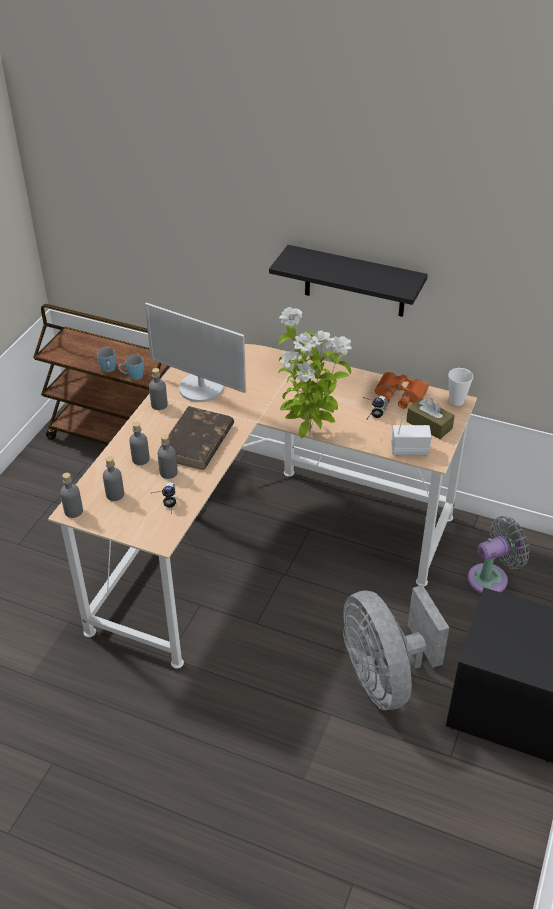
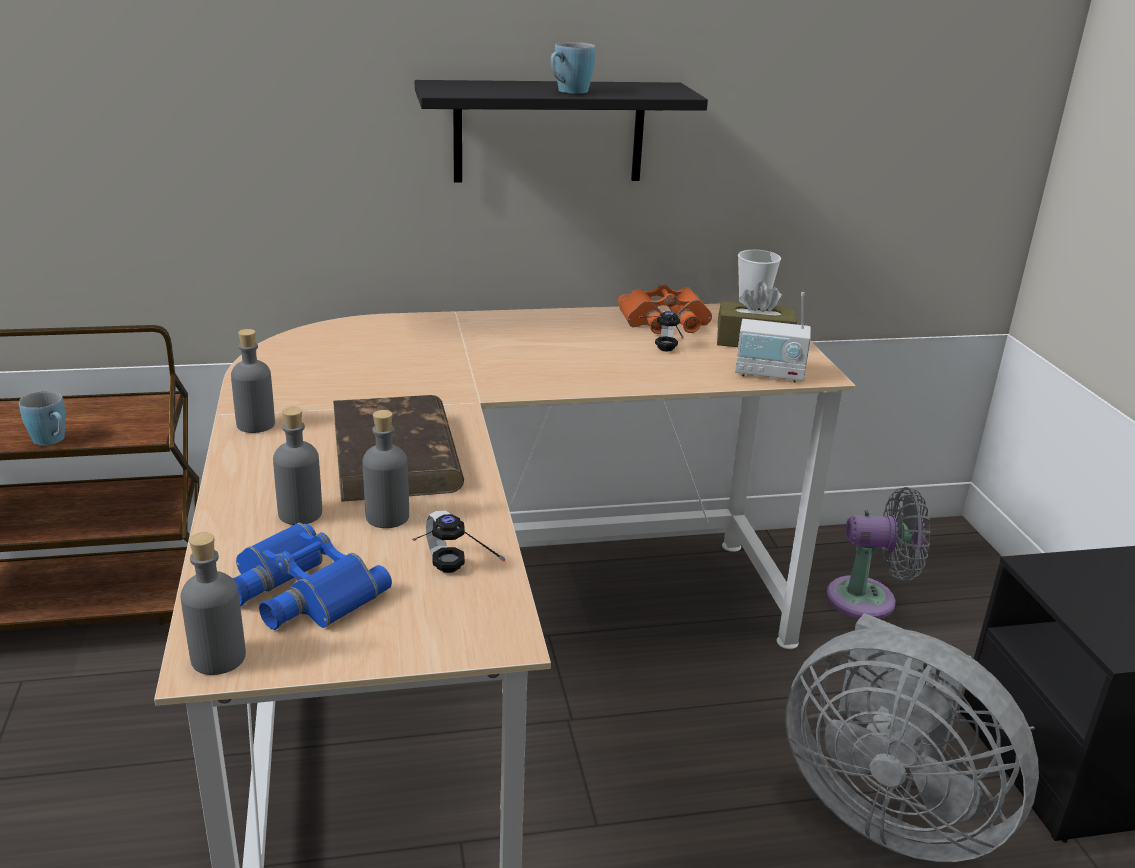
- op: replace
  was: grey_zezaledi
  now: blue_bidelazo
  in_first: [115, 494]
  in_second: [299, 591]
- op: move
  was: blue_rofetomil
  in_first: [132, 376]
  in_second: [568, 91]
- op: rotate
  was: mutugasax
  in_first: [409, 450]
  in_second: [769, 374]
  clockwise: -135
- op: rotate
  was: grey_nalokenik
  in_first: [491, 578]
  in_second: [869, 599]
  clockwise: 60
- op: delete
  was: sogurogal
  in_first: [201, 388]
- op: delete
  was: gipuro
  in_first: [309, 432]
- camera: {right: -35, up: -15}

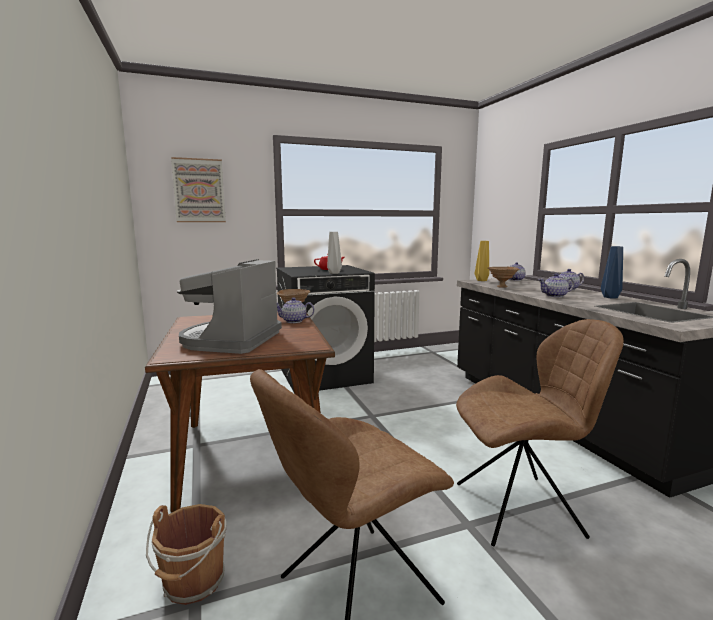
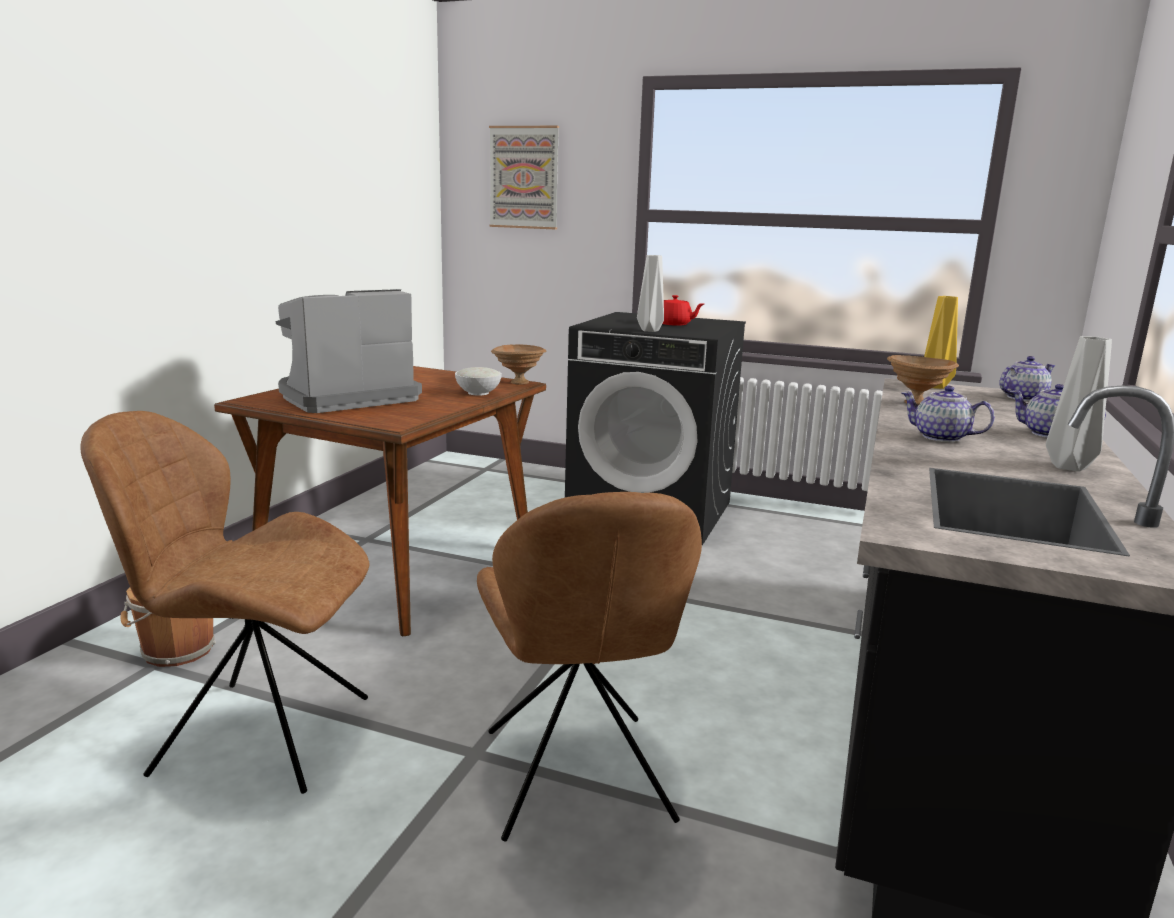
- op: replace
  was: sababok
  now: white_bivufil
  in_first: [294, 321]
  in_second: [478, 393]
- op: rotate
  was: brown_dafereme
  in_first: [522, 509]
  in_second: [578, 780]
  clockwise: 45
- op: recolor
  was: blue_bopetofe
  now: grey_bopetofe
  in_first: [610, 297]
  in_second: [1070, 467]
- camera: {right: 40, up: 5}

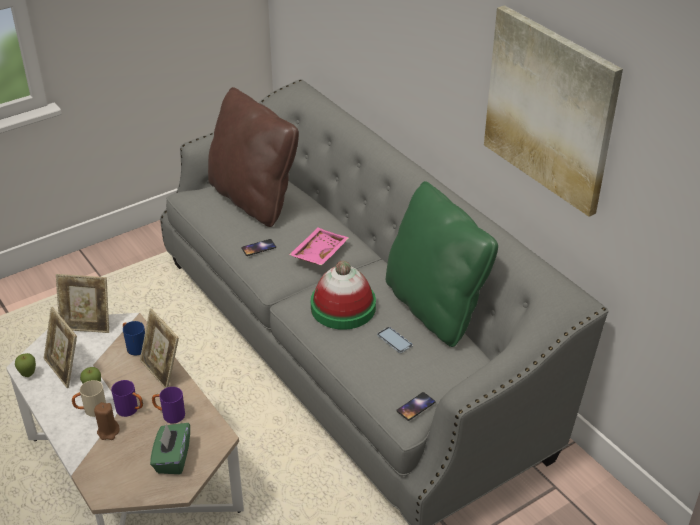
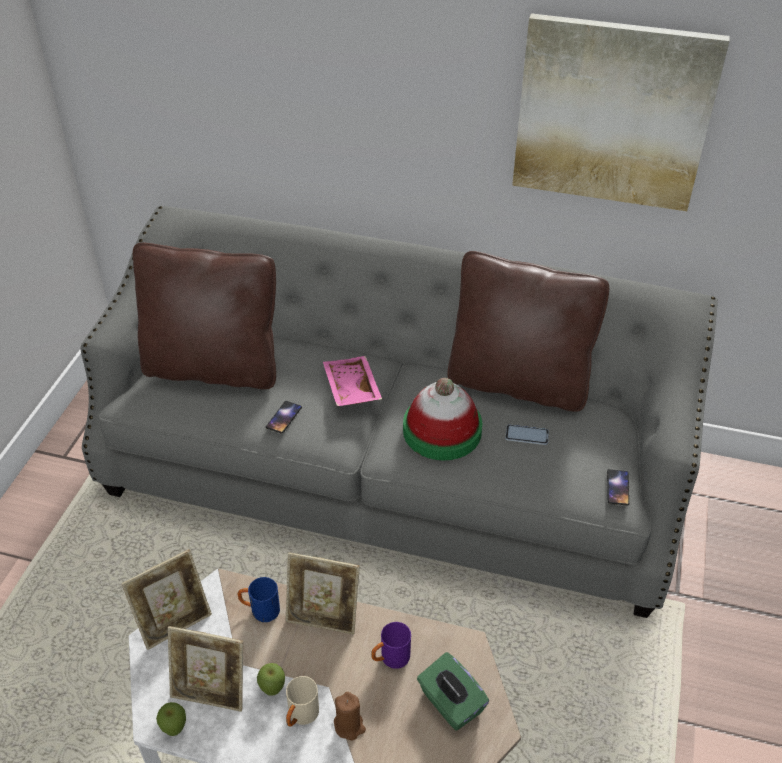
- op: recolor
  was: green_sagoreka
  now: brown_sagoreka
  in_first: [434, 308]
  in_second: [518, 382]
- op: delete
  was: purple_rofetomil
  in_first: [131, 410]
- camera: {right: -40, up: 5}

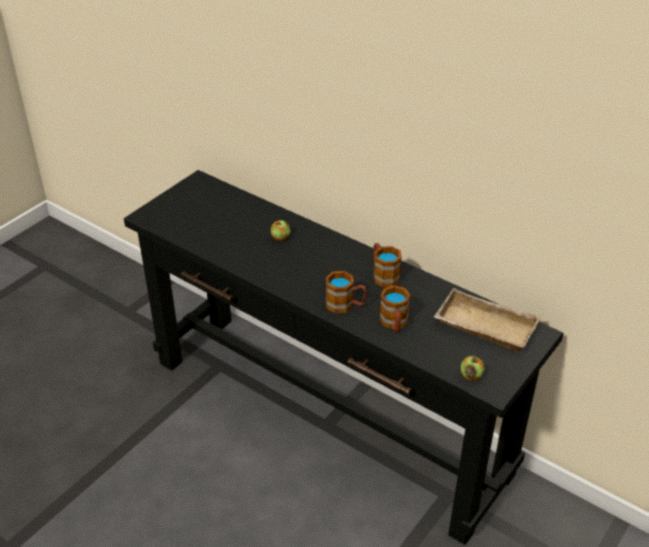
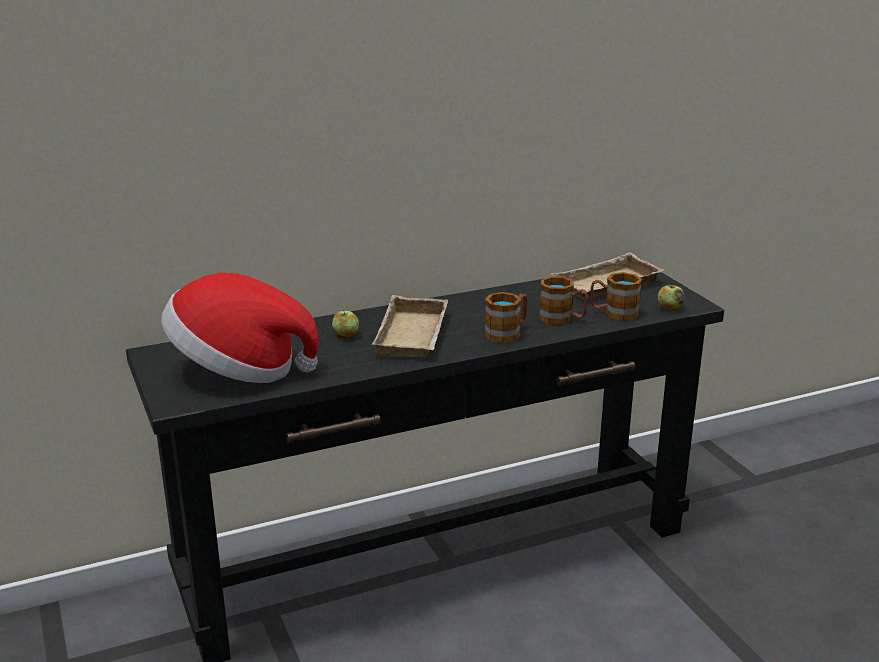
- op: insert
  now: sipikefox
  in_second: [238, 370]
- op: insert
  now: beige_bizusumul
  in_second: [414, 336]
- op: move
  was: rofetomil
  in_first: [383, 275]
  in_second: [614, 313]
- camera: {right: -60, up: -15}

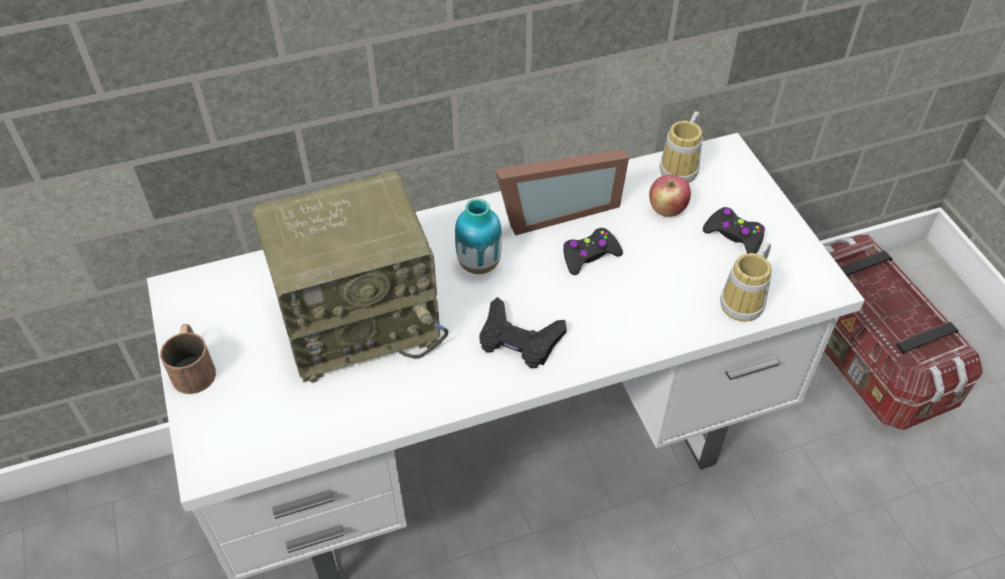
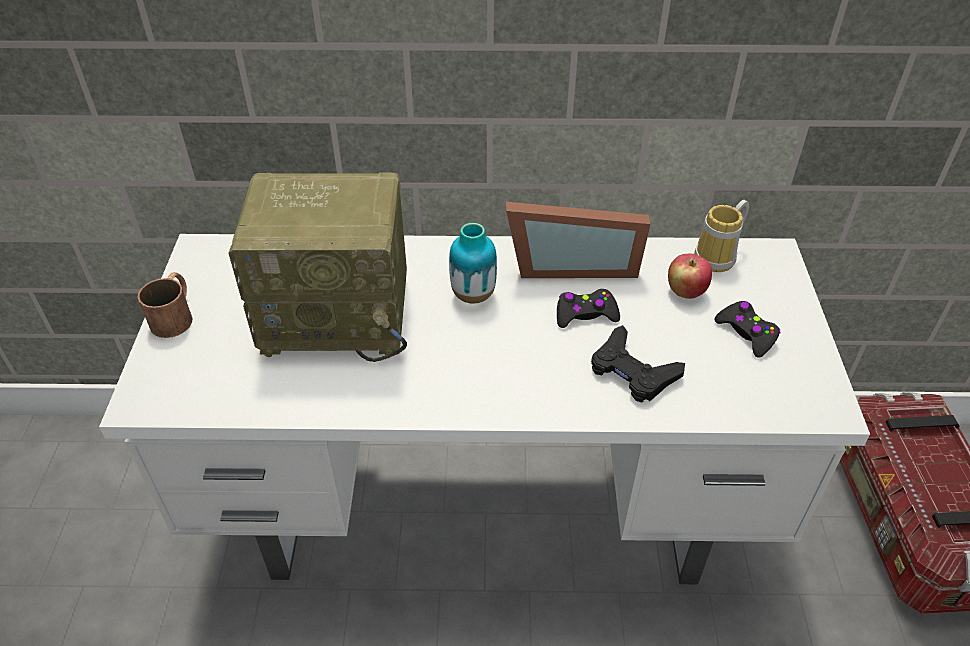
- op: move
  was: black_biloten
  in_first: [519, 339]
  in_second: [632, 371]
- op: delete
  was: rofetomil
  in_first: [746, 302]
- camera: {right: 20, up: -5}

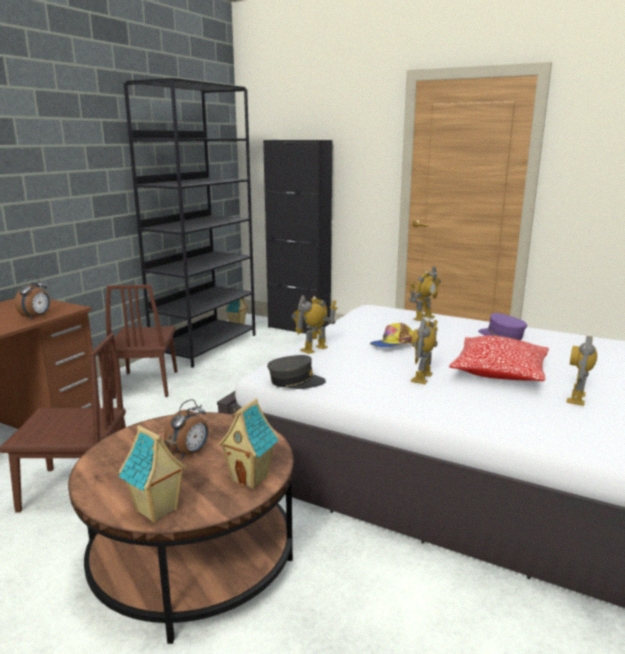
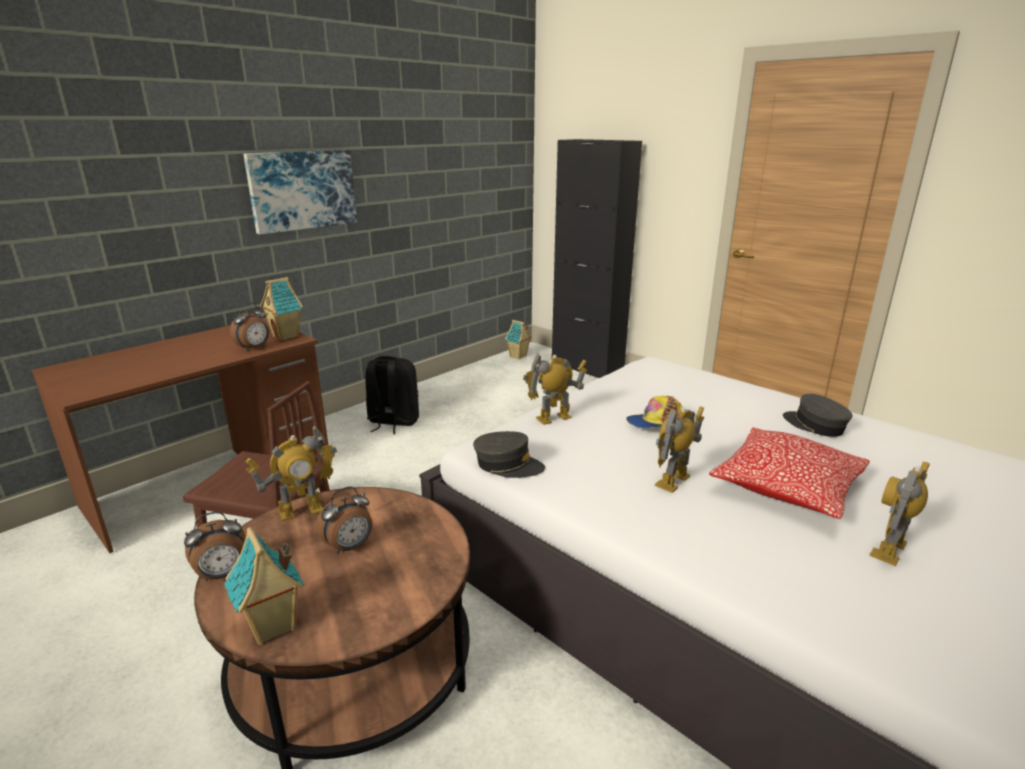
- op: insert
  now: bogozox
  in_second: [222, 574]
- op: insert
  now: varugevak
  in_second: [302, 190]
- op: move
  was: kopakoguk
  in_first: [423, 318]
  in_second: [301, 511]
- op: move
  was: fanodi
  in_first: [251, 478]
  in_second: [287, 336]
- op: replace
  was: brown_dafereme
  now: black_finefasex
  in_first: [146, 384]
  in_second: [393, 422]
- op: recolor
  was: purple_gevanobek
  now: grey_gevanobek
  in_first: [501, 335]
  in_second: [814, 425]
- op: delete
  was: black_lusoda
  in_first: [205, 345]
- camera: {right: 15, up: 5}

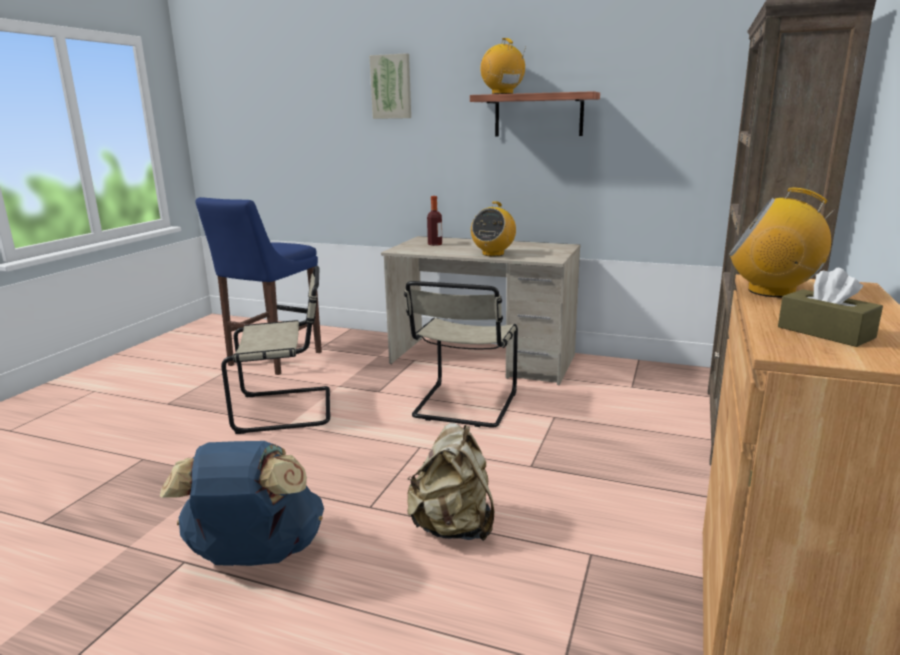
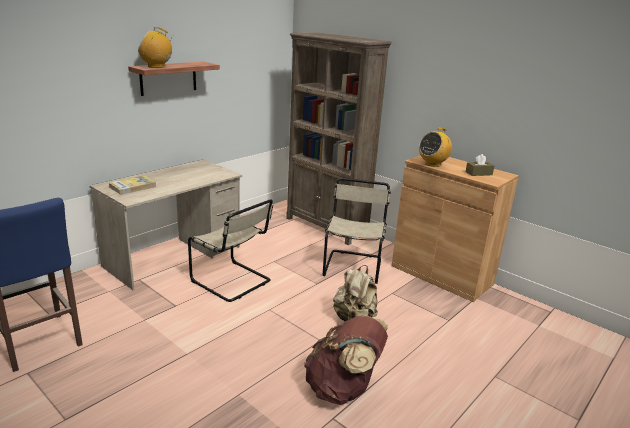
- op: replace
  was: zezaledi
  now: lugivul
  in_first: [435, 244]
  in_second: [132, 187]
- op: recolor
  was: blue_finefasex
  now: brown_finefasex
  in_first: [254, 556]
  in_second: [343, 389]
- op: move
  was: beige_dafereme
  in_first: [288, 409]
  in_second: [353, 266]
- op: delete
  was: varugevak
  in_first: [391, 87]
- op: delete
  was: mutugasax
  in_first: [493, 254]
- camera: {right: -70, up: 5}

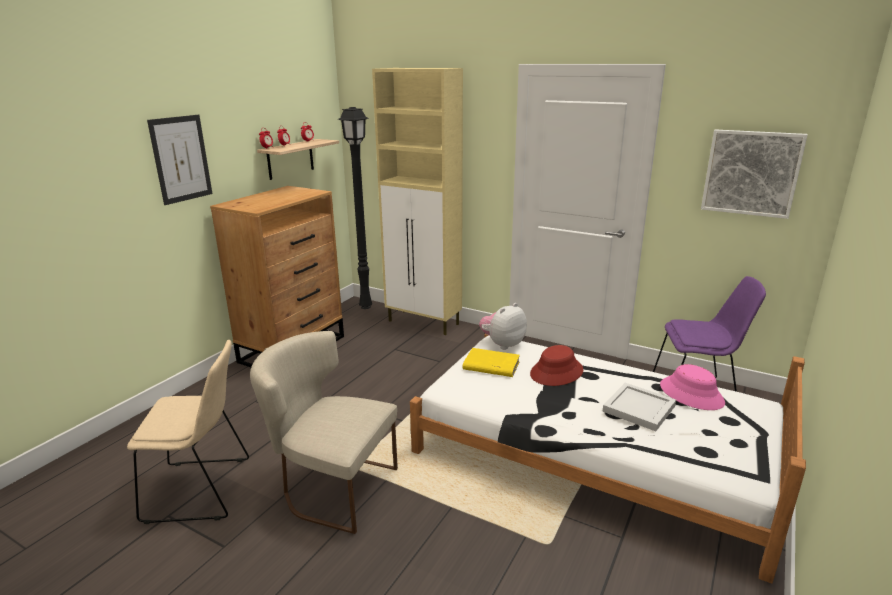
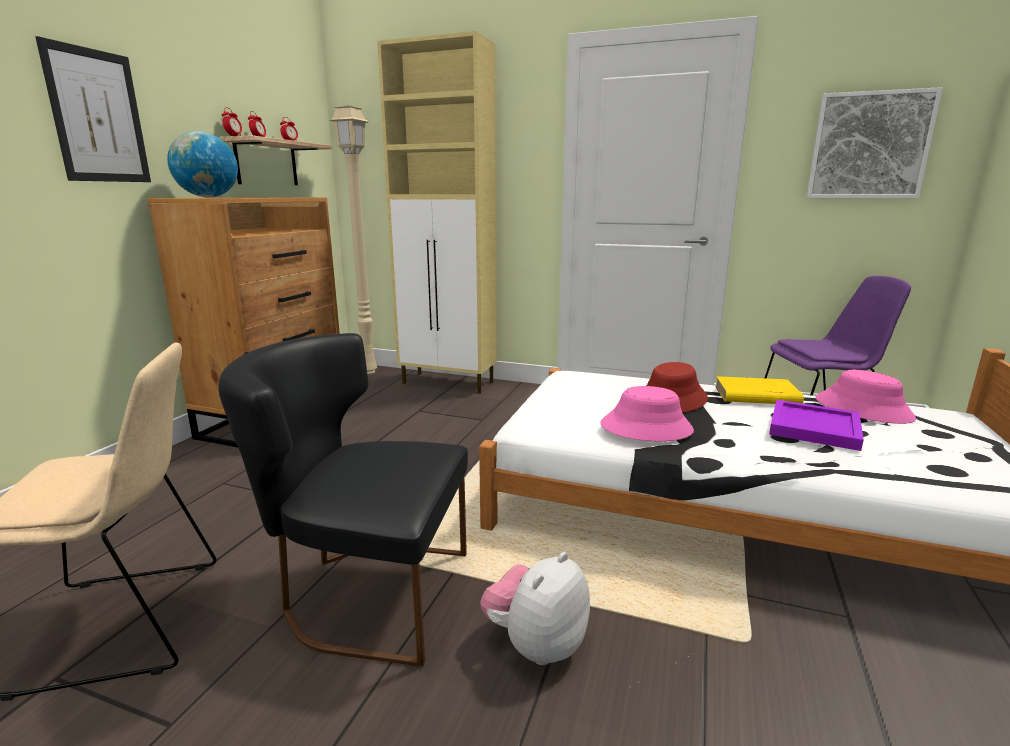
- op: insert
  now: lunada
  in_second: [208, 197]
- op: recolor
  was: beige_dafereme
  now: black_dafereme
  in_first: [332, 488]
  in_second: [365, 593]
- op: recolor
  was: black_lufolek
  now: beige_lufolek
  in_first: [367, 307]
  in_second: [370, 371]
- op: move
  was: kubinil
  in_first: [502, 344]
  in_second: [536, 644]
- op: insert
  now: pink_sipikefox
  in_second: [646, 428]
- op: move
  was: yellow_lugivul
  in_first: [490, 366]
  in_second: [755, 396]
- op: recolor
  was: white_bizusumul
  now: purple_bizusumul
  in_first: [637, 409]
  in_second: [812, 428]
- camera: {right: -10, up: -5}

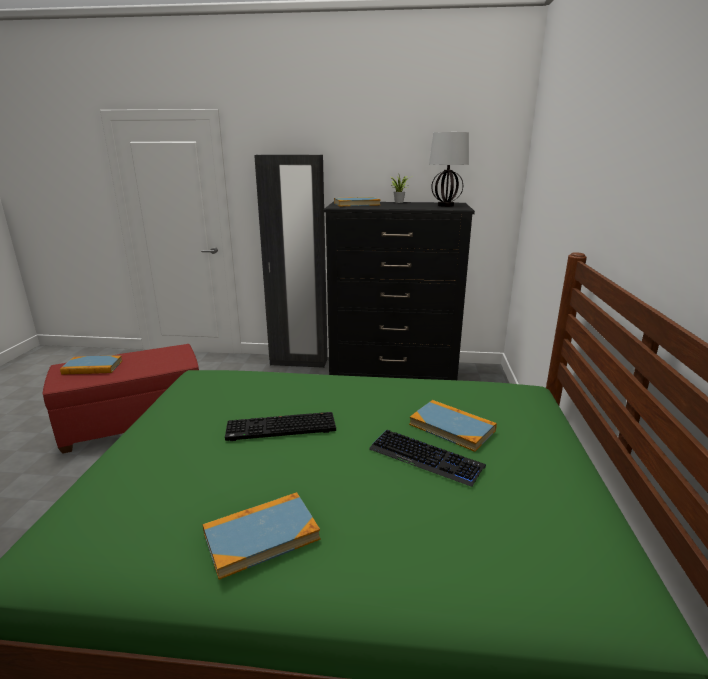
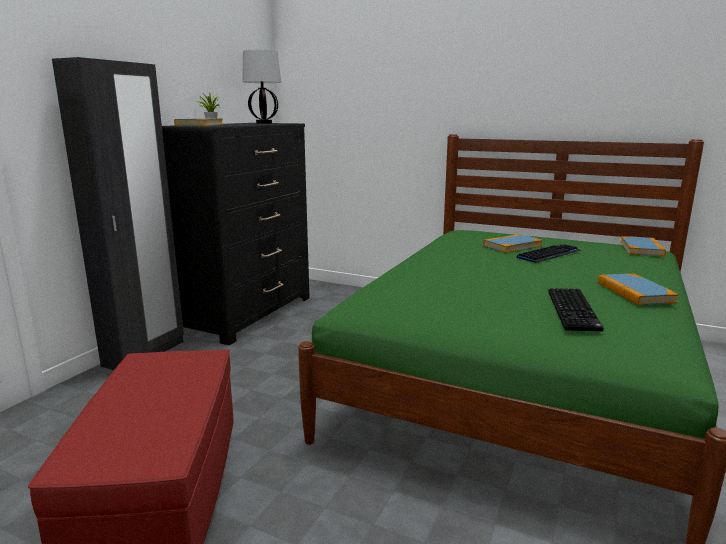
- op: move
  was: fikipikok
  in_first: [280, 429]
  in_second: [575, 311]
- op: move
  was: lugivul
  in_first: [92, 367]
  in_second: [641, 249]
- camera: {right: -70, up: -5}

